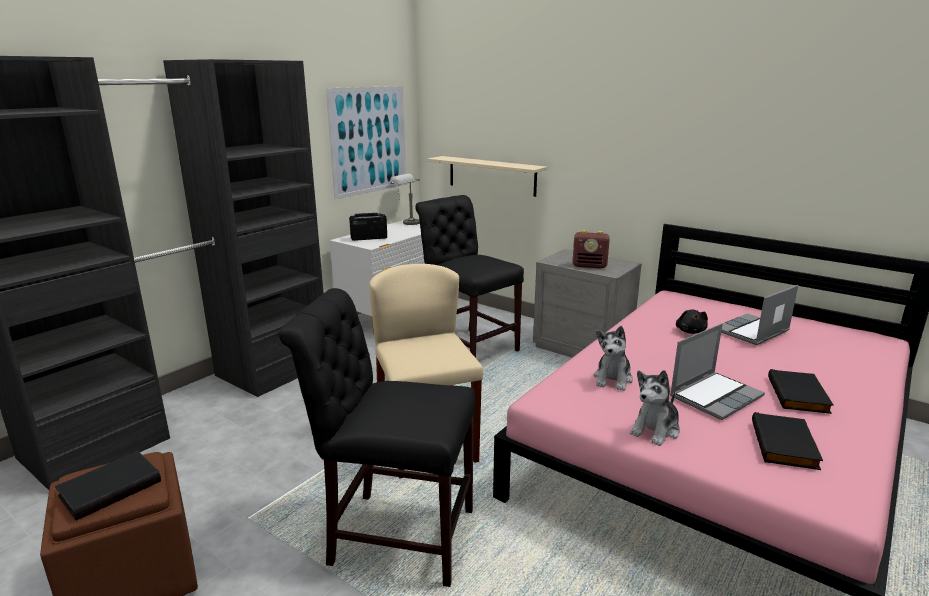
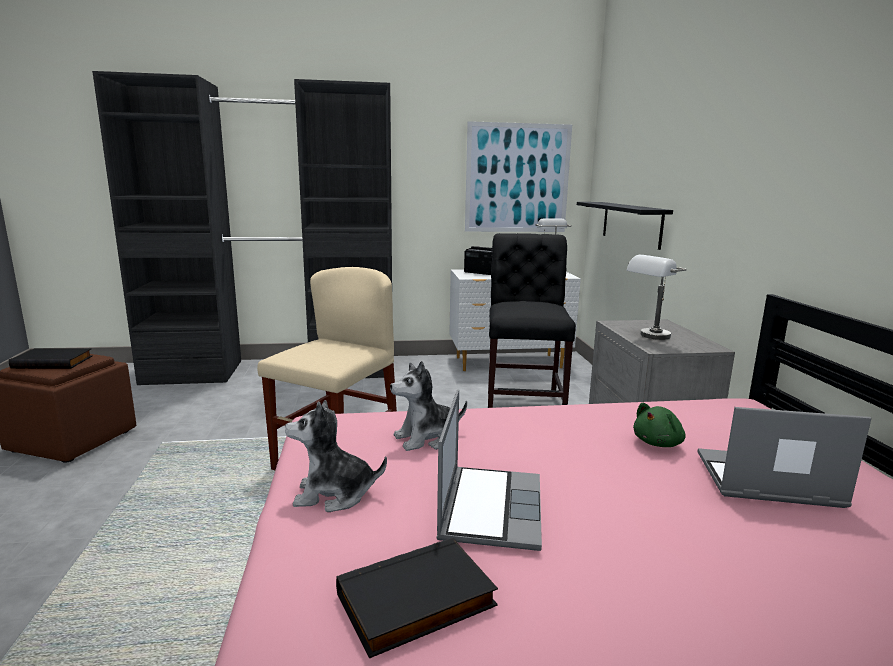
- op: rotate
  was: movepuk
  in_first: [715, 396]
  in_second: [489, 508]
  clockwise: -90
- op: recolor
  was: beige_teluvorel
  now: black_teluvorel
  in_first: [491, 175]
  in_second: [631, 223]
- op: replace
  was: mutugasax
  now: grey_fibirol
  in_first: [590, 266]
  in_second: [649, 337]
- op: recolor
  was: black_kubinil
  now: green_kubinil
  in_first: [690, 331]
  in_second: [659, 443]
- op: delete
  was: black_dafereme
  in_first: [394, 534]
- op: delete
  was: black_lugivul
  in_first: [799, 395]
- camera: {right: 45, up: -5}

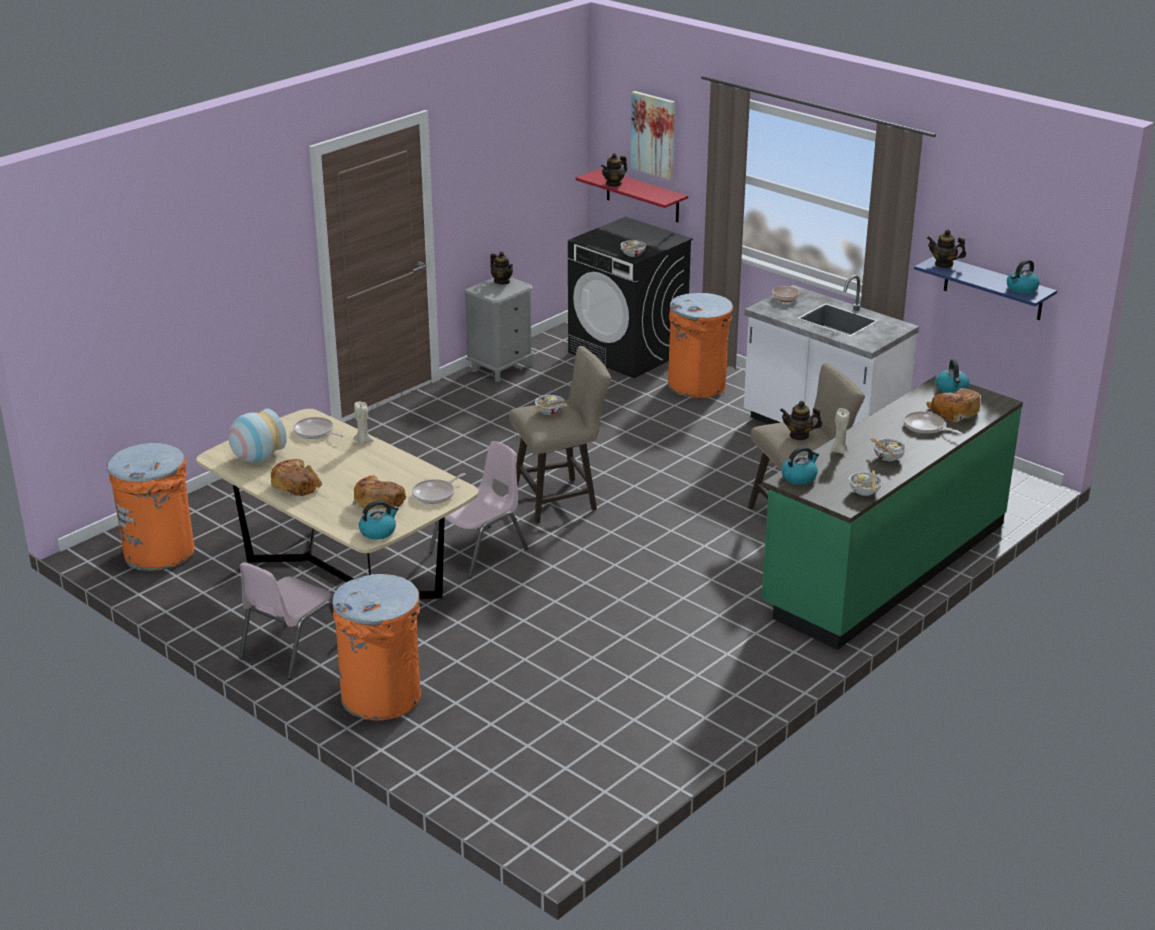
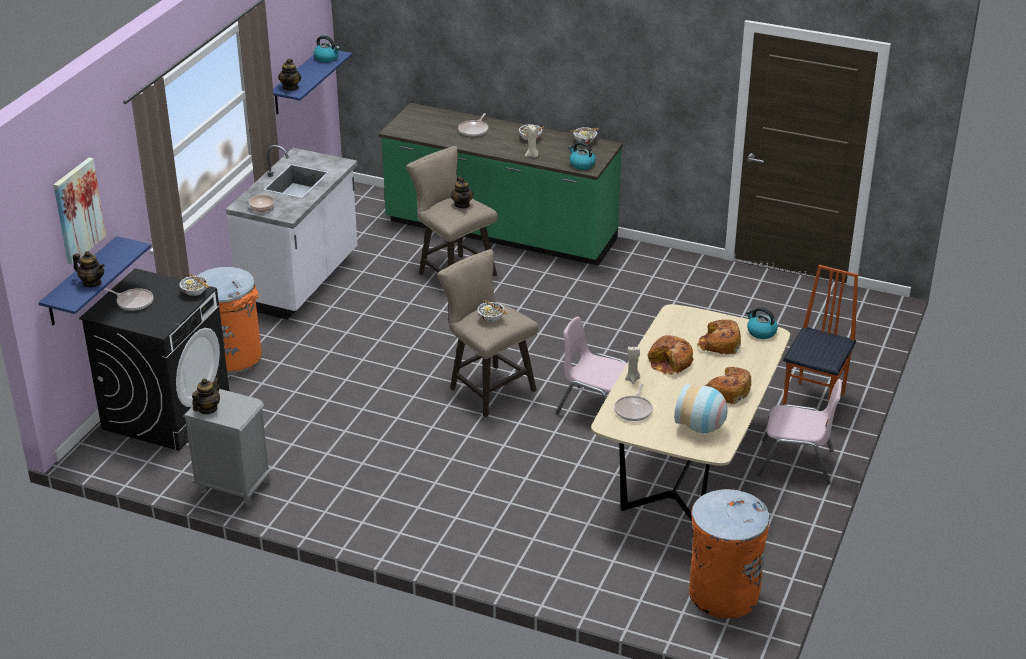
- op: recolor
  was: red_teluvorel
  now: blue_teluvorel
  in_first: [642, 196]
  in_second: [81, 282]
- op: move
  was: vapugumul
  in_first: [435, 494]
  in_second: [133, 302]
- op: move
  was: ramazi
  in_first: [953, 411]
  in_second: [670, 362]
- op: replace
  was: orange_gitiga
  now: dafereme
  in_first: [382, 697]
  in_second: [814, 402]
- op: delete
  was: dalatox
  in_first: [952, 389]
- camera: {right: -110, up: 5}

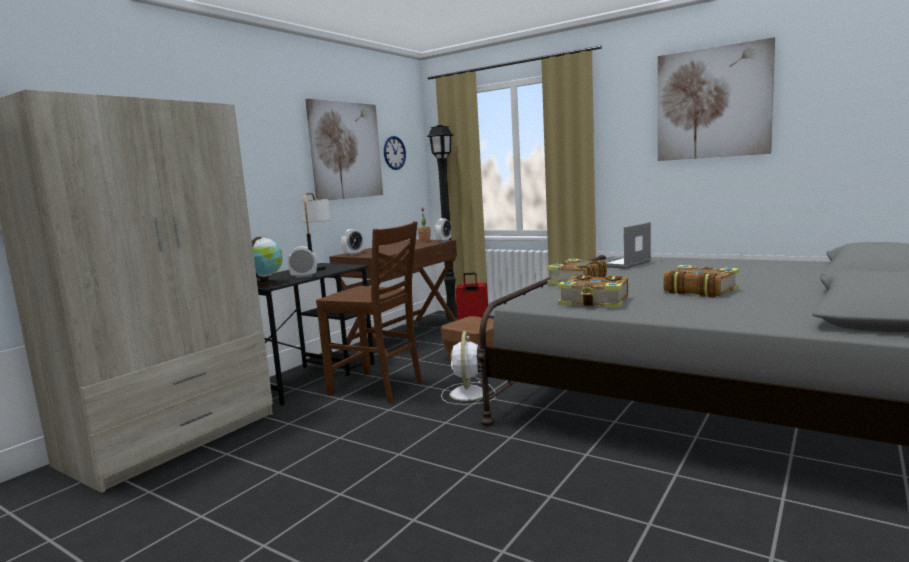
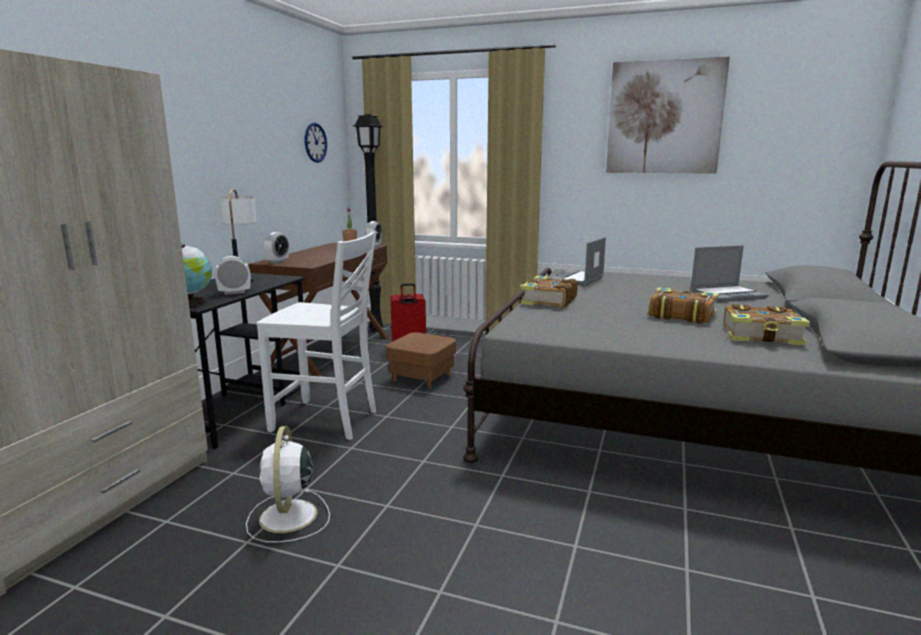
- op: move
  was: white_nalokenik
  in_first: [468, 394]
  in_second: [288, 518]
- op: recolor
  was: brown_dafereme
  now: white_dafereme
  in_first: [378, 388]
  in_second: [326, 421]
- op: insert
  now: movepuk
  in_second: [727, 295]
- op: move
  was: lugivul
  in_first: [595, 302]
  in_second: [762, 336]
- op: delete
  was: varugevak
  in_first: [346, 150]
- camera: {right: -15, up: 5}

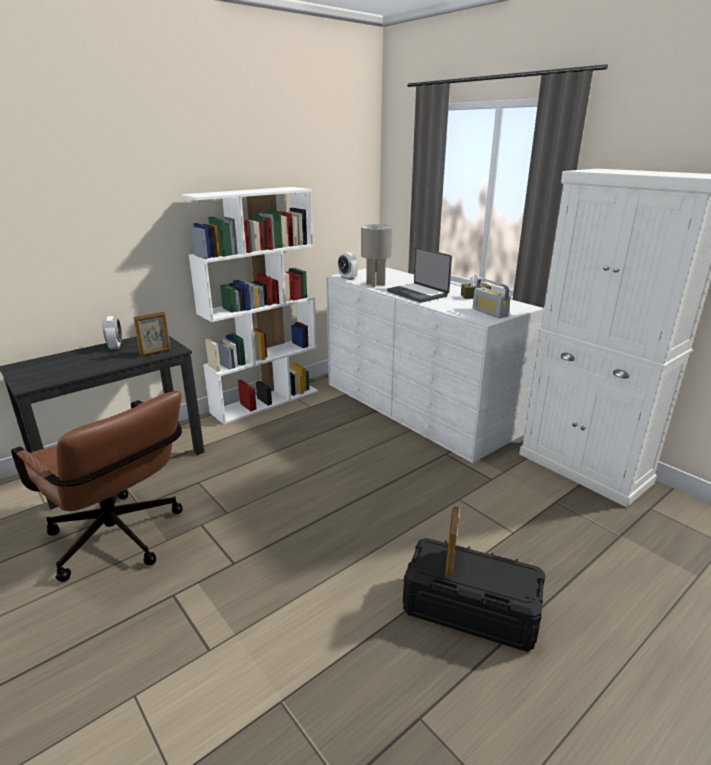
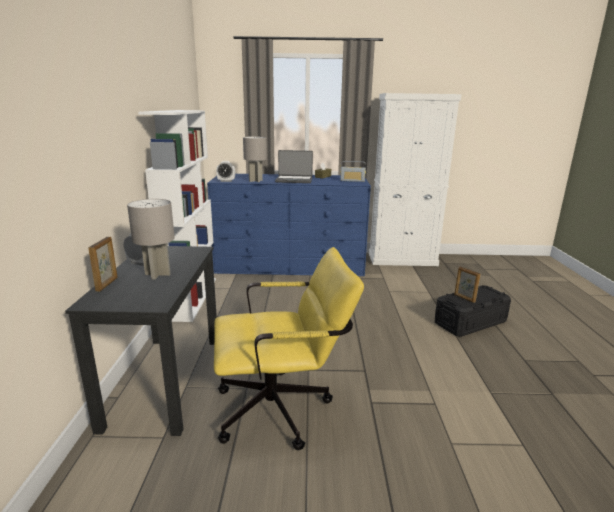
- op: move
  was: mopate
  in_first: [156, 352]
  in_second: [107, 284]
- op: insert
  now: grey_fibirol
  in_second: [157, 274]
- op: recolor
  was: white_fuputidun
  now: blue_fuputidun
  in_first: [417, 407]
  in_second: [290, 265]
- op: recolor
  was: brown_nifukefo
  now: yellow_nifukefo
  in_first: [121, 541]
  in_second: [283, 408]
- camera: {right: -50, up: -5}

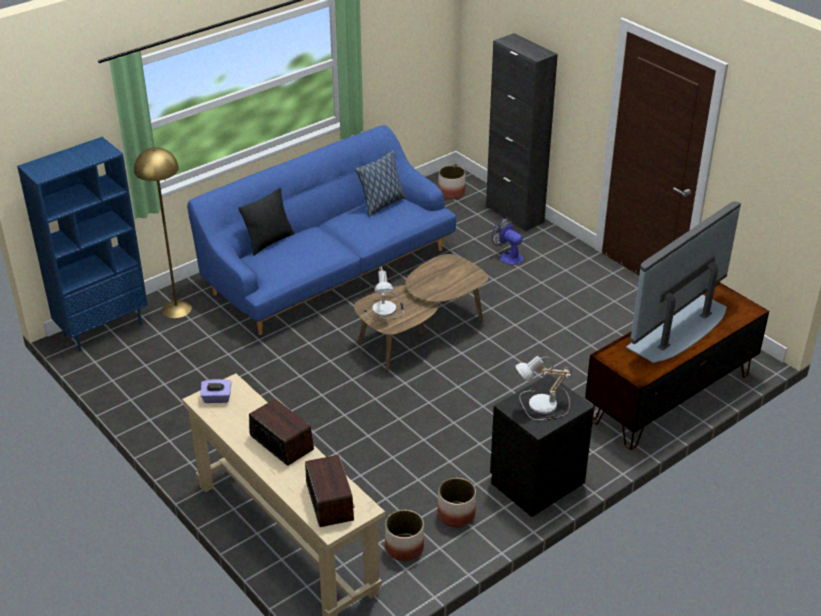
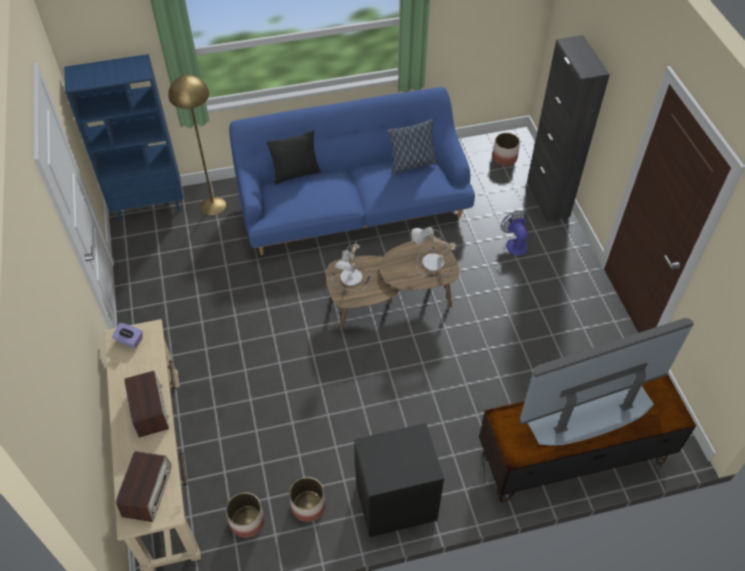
- op: move
  was: fibirol
  in_first: [541, 406]
  in_second: [431, 264]
- camera: {right: 25, up: 15}

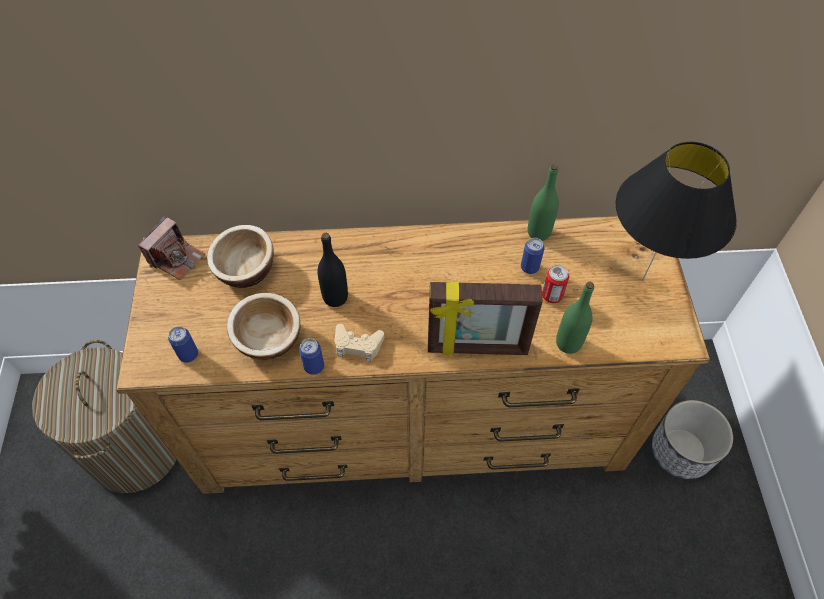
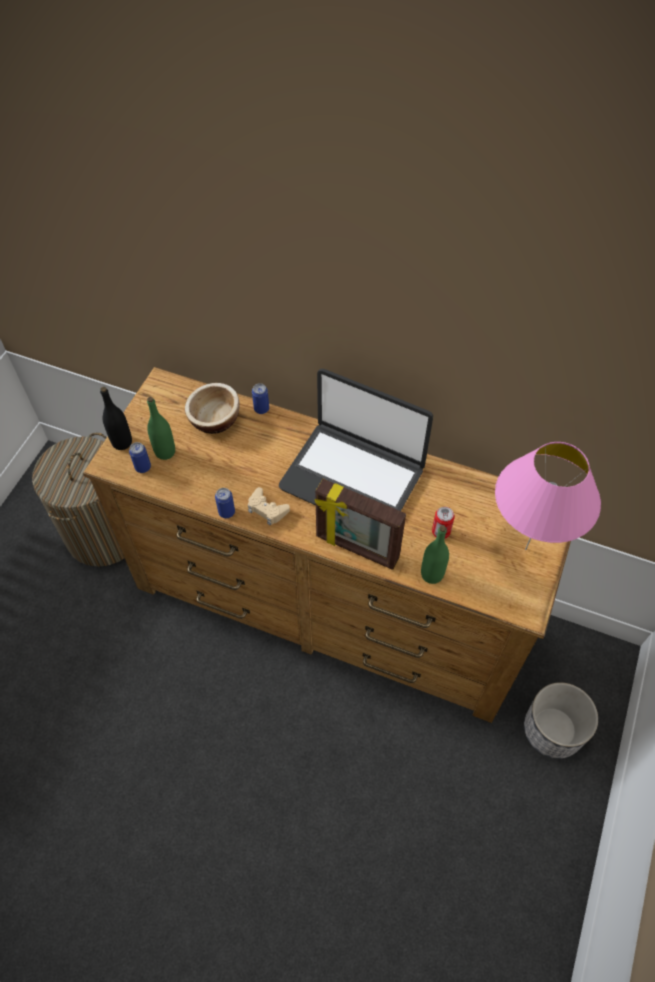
- op: move
  was: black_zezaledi
  in_first: [335, 297]
  in_second: [122, 442]
- op: move
  was: green_zezaledi
  in_first: [538, 232]
  in_second: [165, 452]
- op: move
  was: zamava
  in_first: [529, 267]
  in_second: [261, 409]
- op: insert
  now: movepuk
  in_second: [352, 477]
- op: recolor
  was: black_fibirol
  now: pink_fibirol
  in_first: [642, 279]
  in_second: [525, 549]
- op: delete
  was: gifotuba
  in_first: [176, 258]
- op: delete
  was: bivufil
  in_first: [268, 338]
- camera: {right: 25, up: 0}

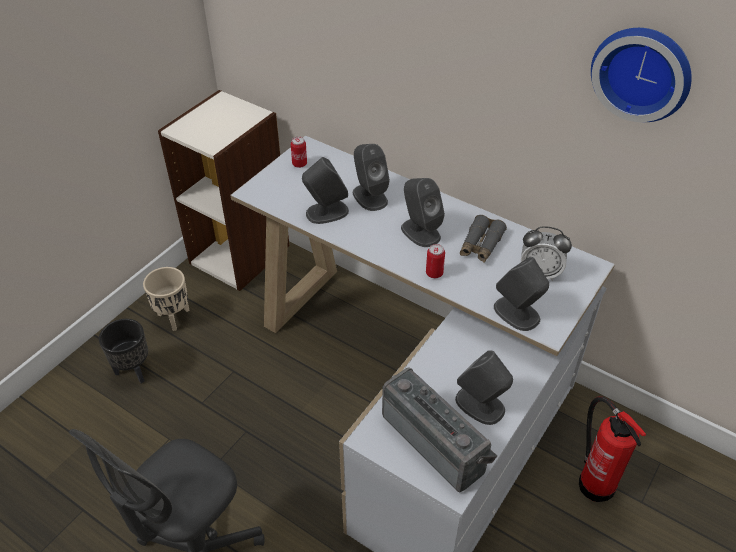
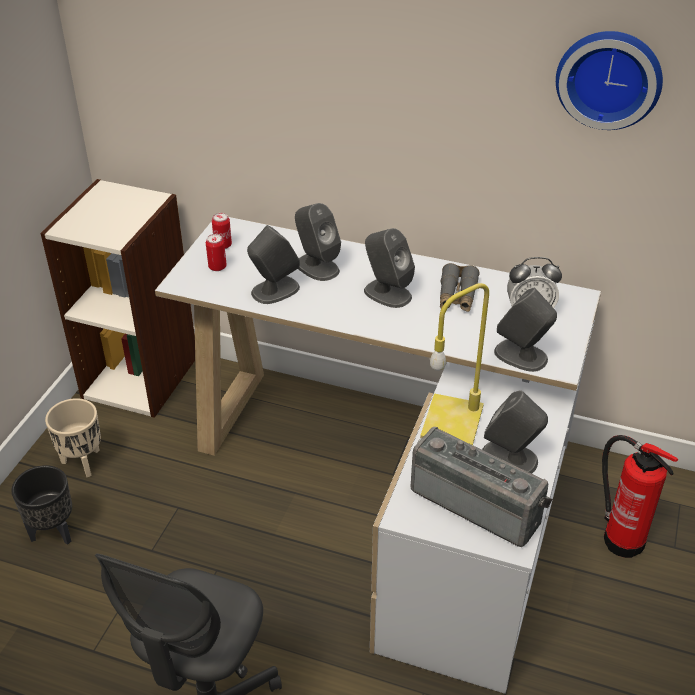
- op: move
  was: zamava
  in_first: [434, 273]
  in_second: [217, 267]
- op: insert
  now: yellow_fibirol
  in_second: [451, 420]
- camera: {right: -15, up: -5}

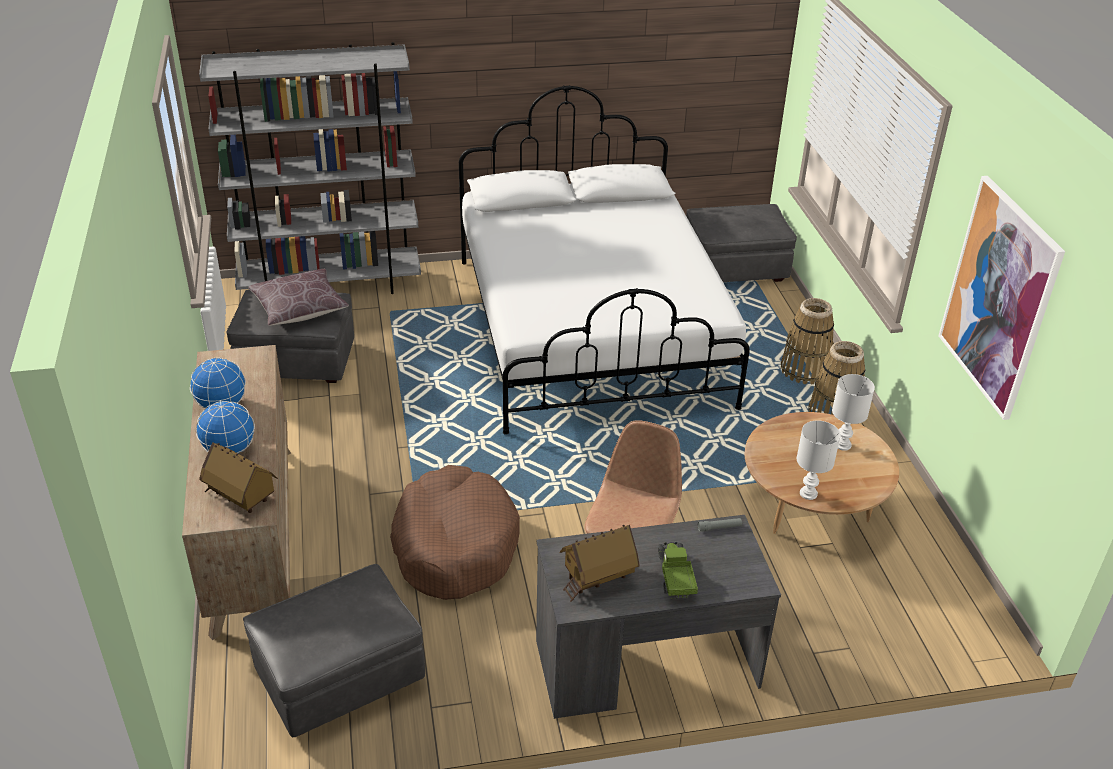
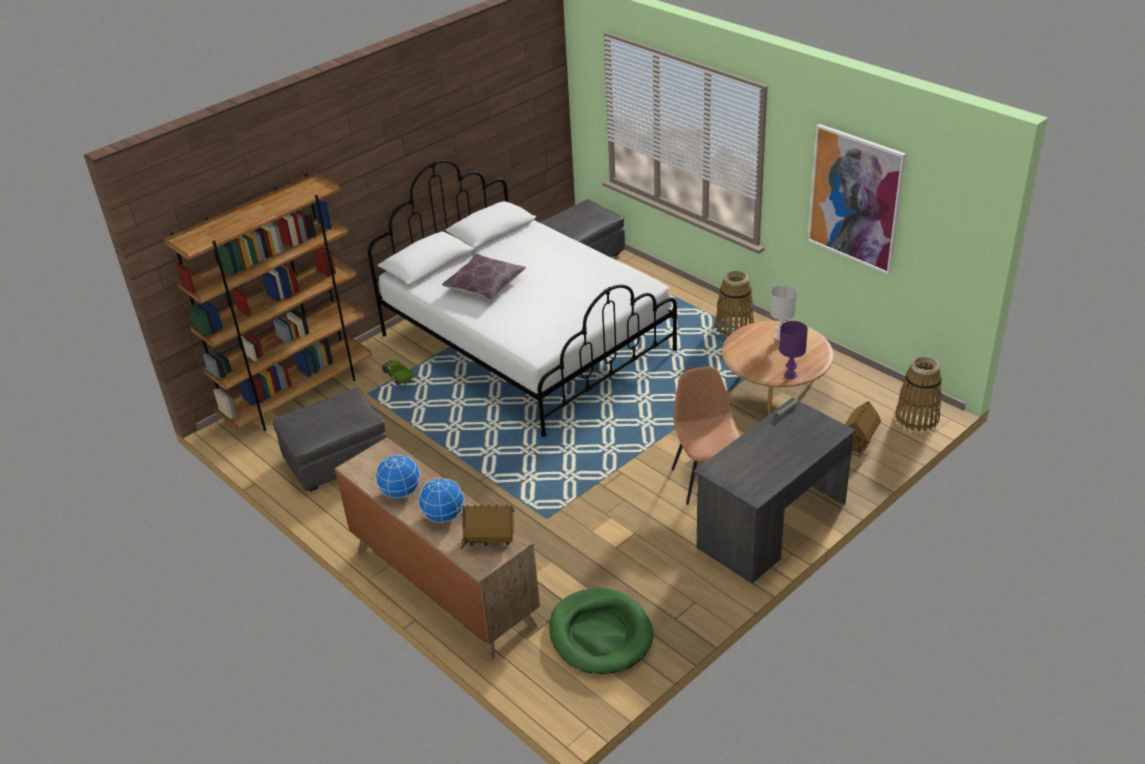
- op: recolor
  was: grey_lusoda
  now: brown_lusoda
  in_first: [331, 285]
  in_second: [299, 395]
- op: move
  was: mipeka
  in_first: [674, 578]
  in_second: [398, 377]
- op: move
  was: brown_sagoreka
  in_first: [299, 308]
  in_second: [485, 285]
- op: replace
  was: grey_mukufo
  now: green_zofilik
  in_first: [339, 676]
  in_second: [600, 634]
- op: recolor
  was: white_fibirol
  now: purple_fibirol
  in_first: [809, 494]
  in_second: [791, 375]
- op: move
  was: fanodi
  in_first: [597, 578]
  in_second: [858, 441]
- op: move
  was: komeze
  in_first: [804, 370]
  in_second: [917, 417]
- op: delete
  was: brown_zofilik
  in_first: [454, 546]
- camera: {right: -30, up: 0}

